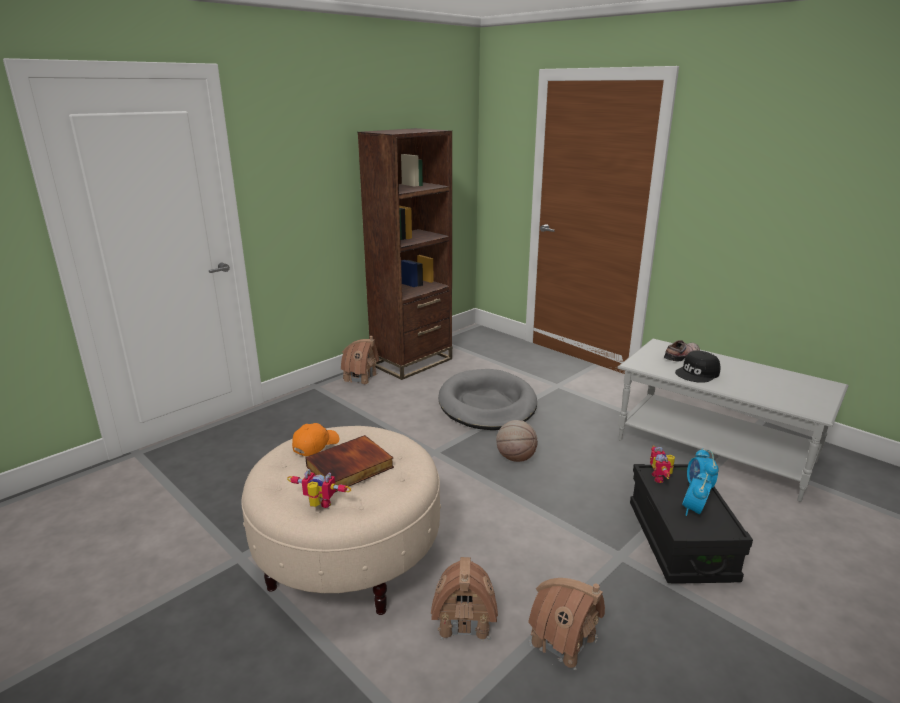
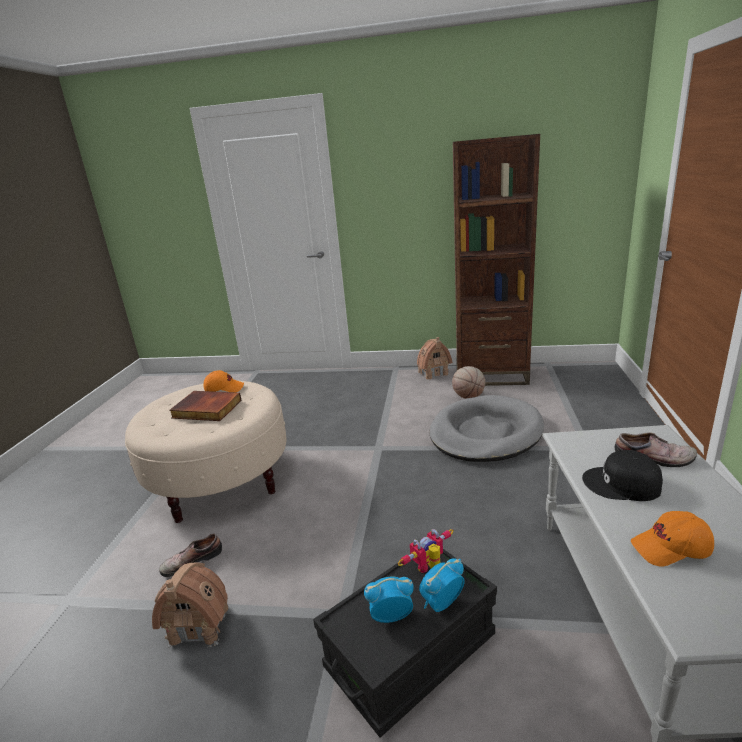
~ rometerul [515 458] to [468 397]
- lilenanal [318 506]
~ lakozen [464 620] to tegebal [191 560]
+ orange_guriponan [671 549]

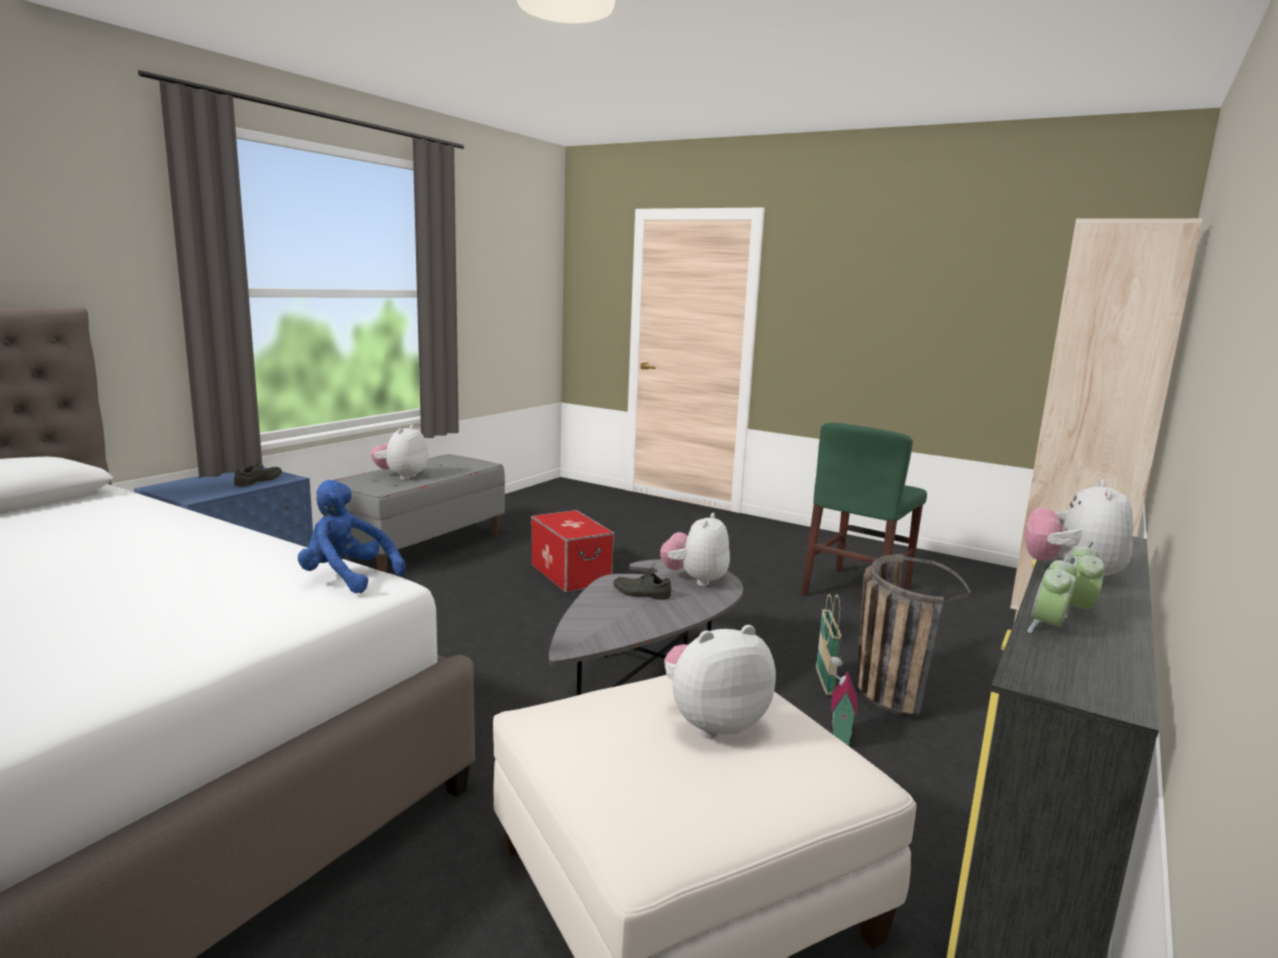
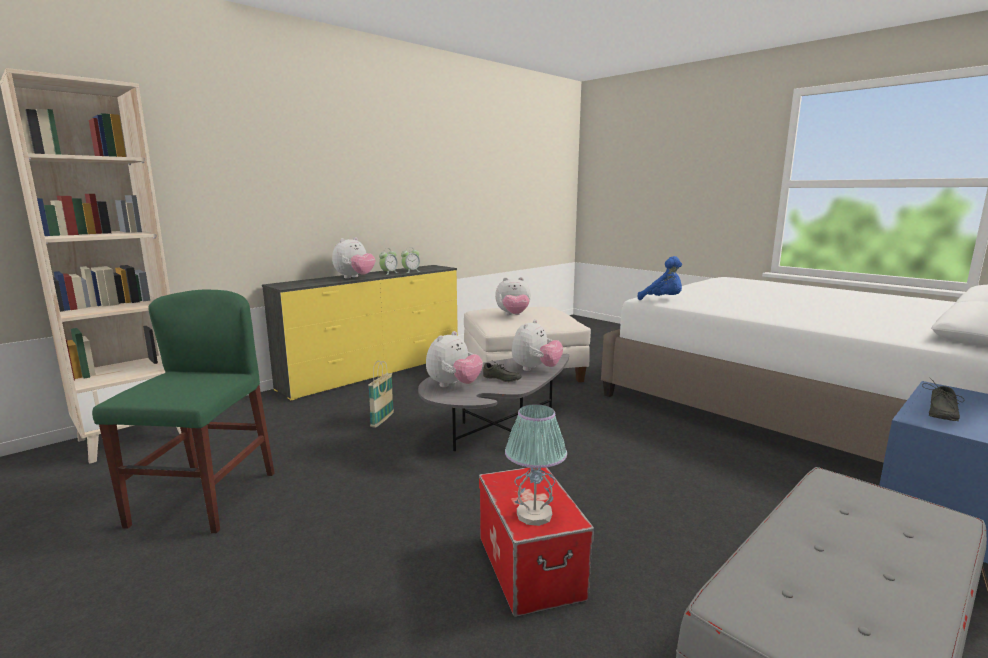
~ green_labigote [857 591] = [204 498] 45 degrees counterclockwise
~ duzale [401 476] to [535 369]
- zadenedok [885 686]
- lakozen [837 737]
+ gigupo [535 514]

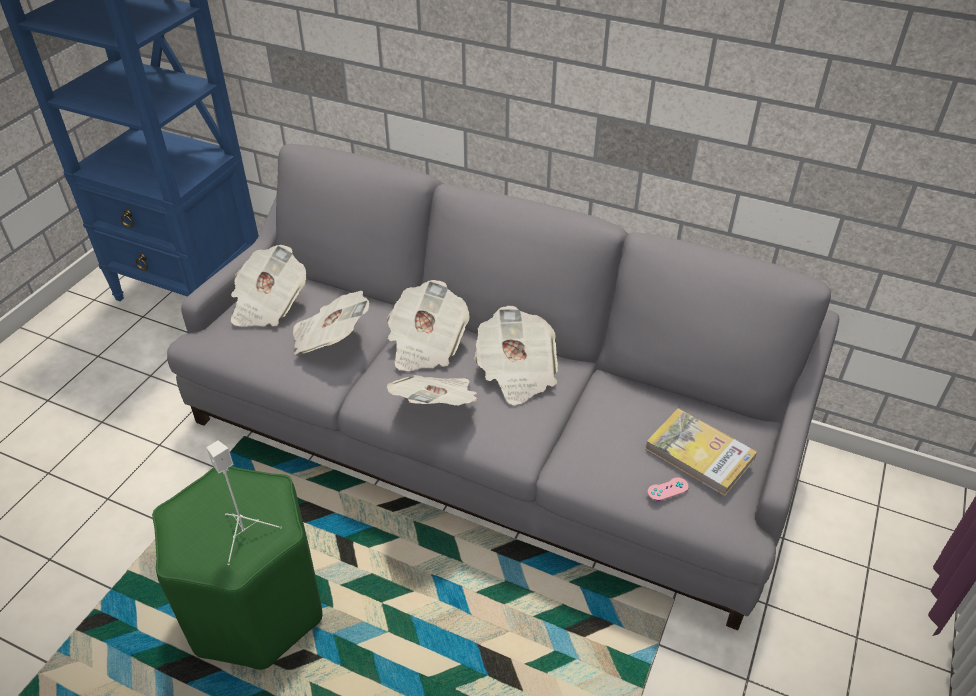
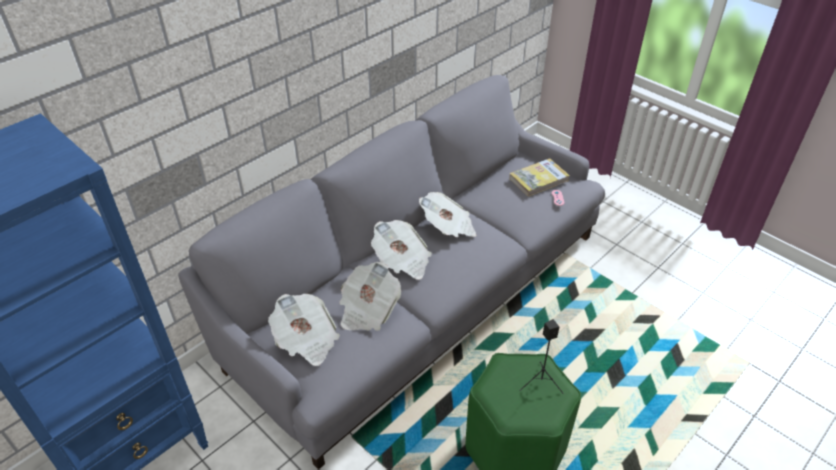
- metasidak [437 406]
~ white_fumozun [246 534] to black_fumozun [540 381]

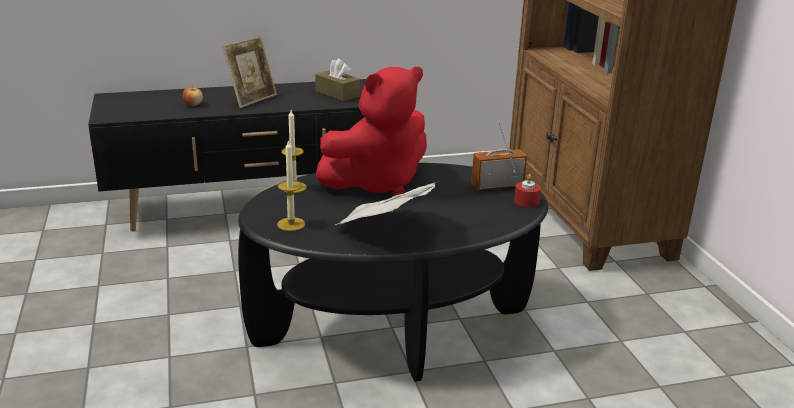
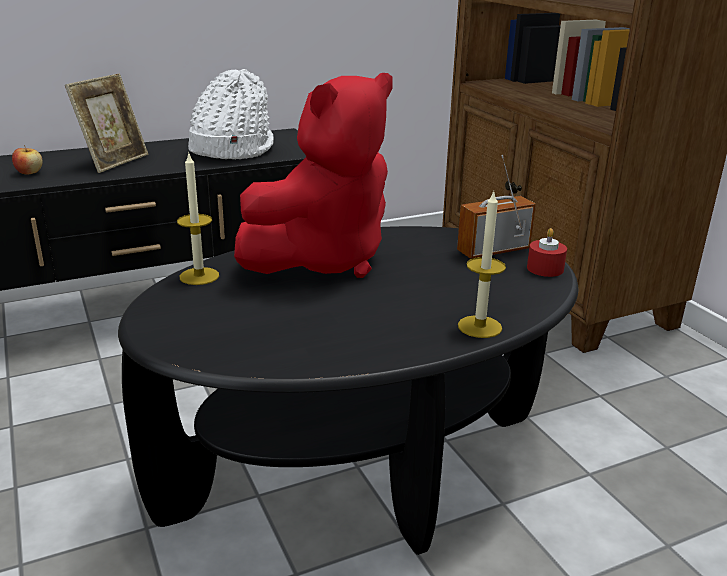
~ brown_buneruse [337 94] to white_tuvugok [231 149]
~ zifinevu [291 224] to [479 327]
- metasidak [385 228]

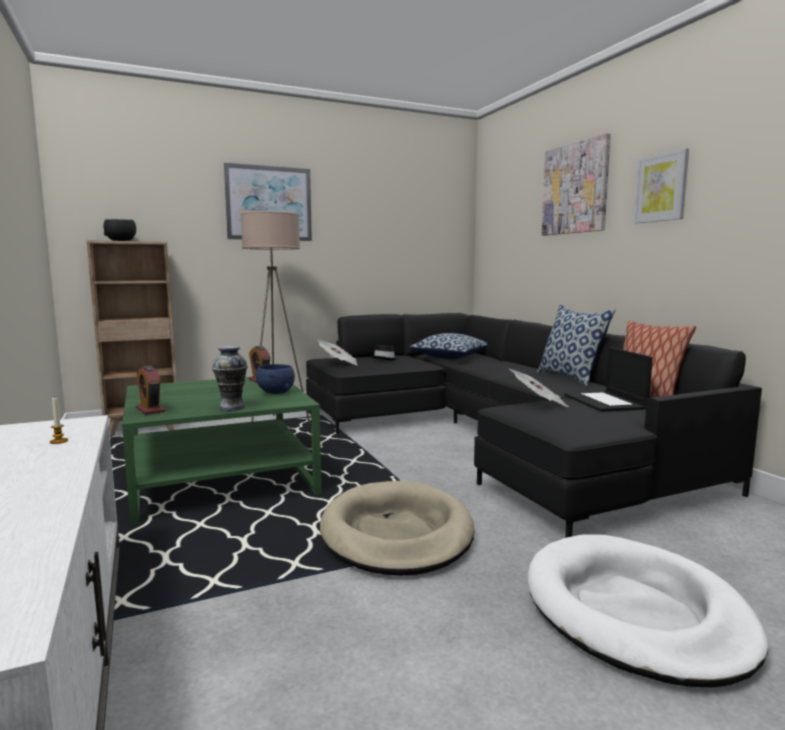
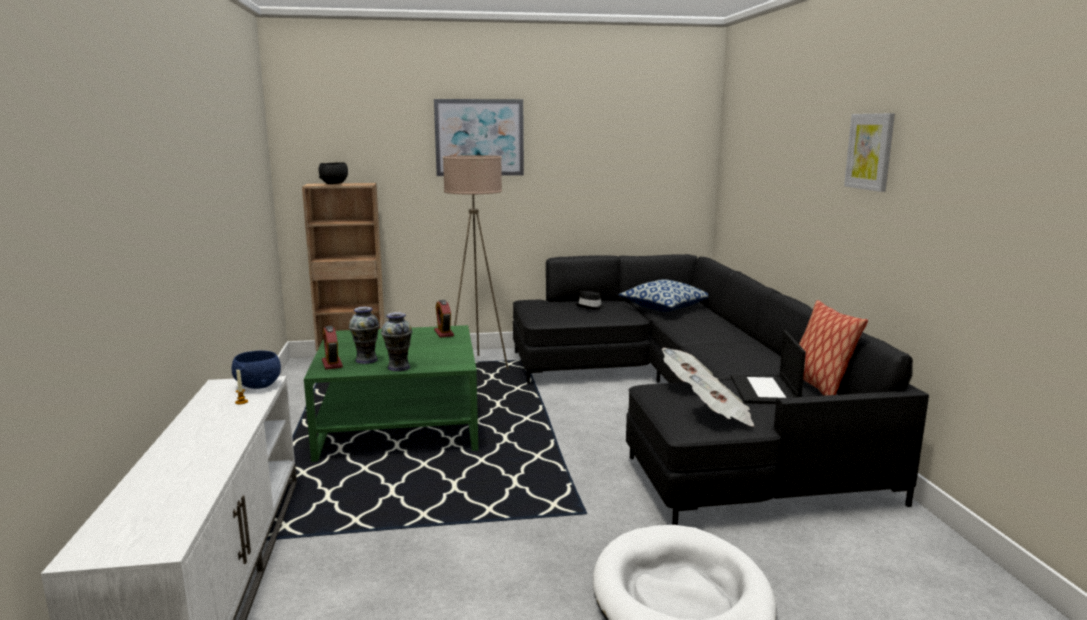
- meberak [575 188]
- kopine [571 378]
~ metasidak [338 364] to [721 417]
~ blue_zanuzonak [276 392] to [259 385]
- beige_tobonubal [396 533]
+ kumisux [366 360]

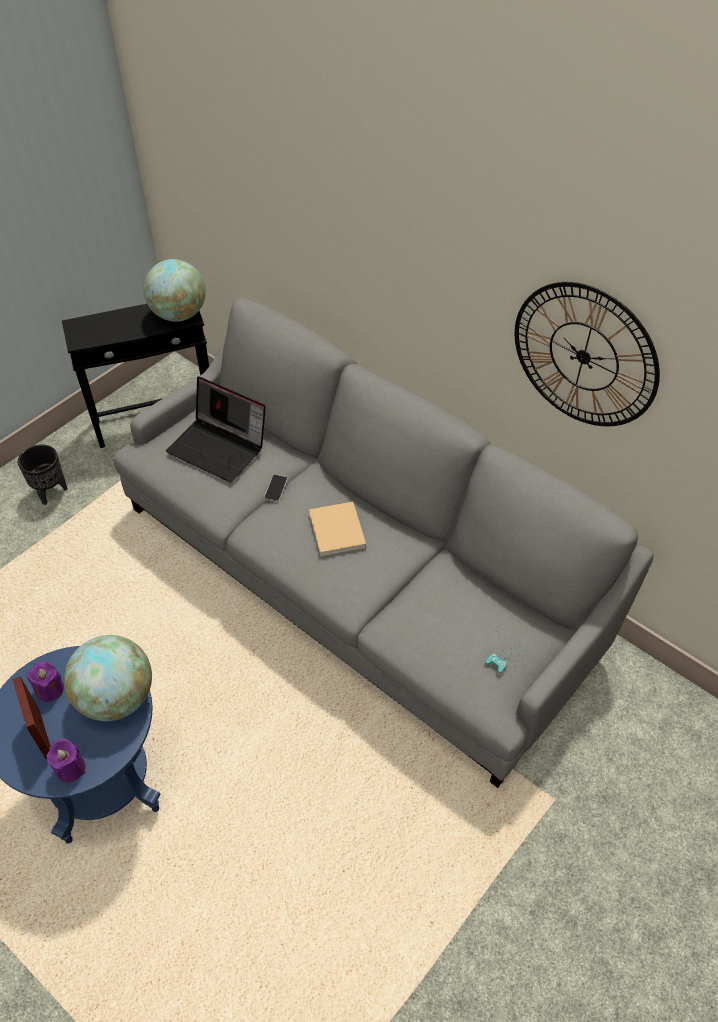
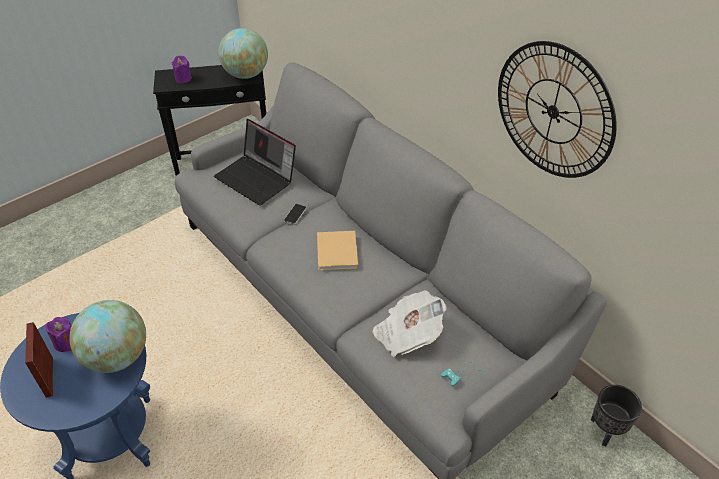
~ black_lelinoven [51 492] to [606 430]
~ purple_zifinevu [70 768] to [183 78]
+ metasidak [407 334]

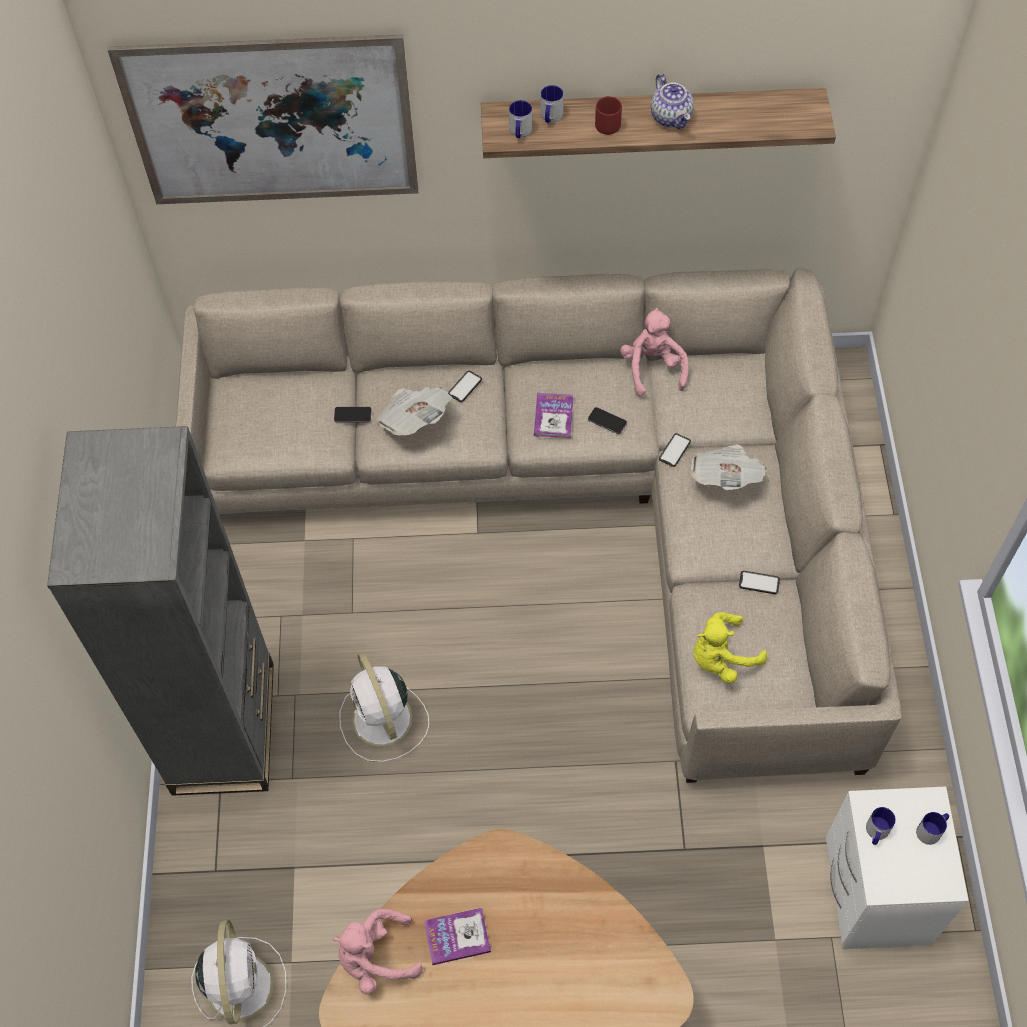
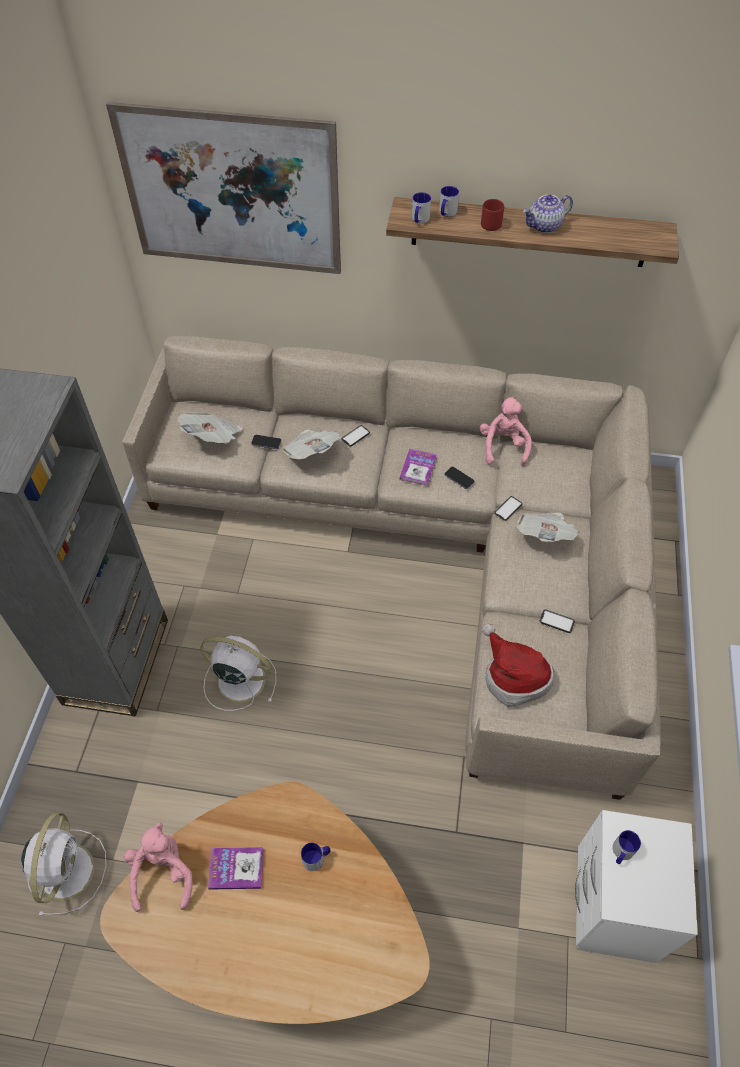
~ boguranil [671 117] = [544 226] 75 degrees clockwise
~ yellow_duzale [721 658] to tuvugok [513 676]
~ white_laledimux [383 721] = [239 679] 120 degrees clockwise
~ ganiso [931 830] to [316 858]
~ pink_duzale [376 958] = [163 872] 90 degrees clockwise
+ metasidak [213 437]

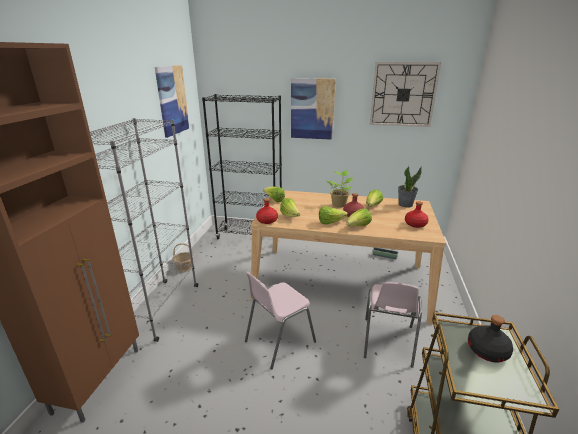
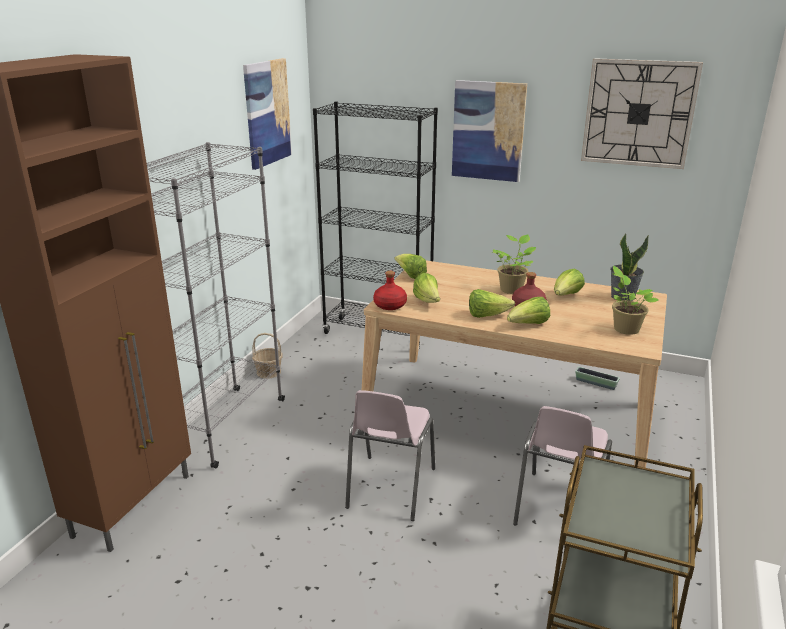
~ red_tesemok [415 224] to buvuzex [624 328]
~ pink_labigote [278 341] = [389 488] 45 degrees counterclockwise
- black_tesemok [487 351]

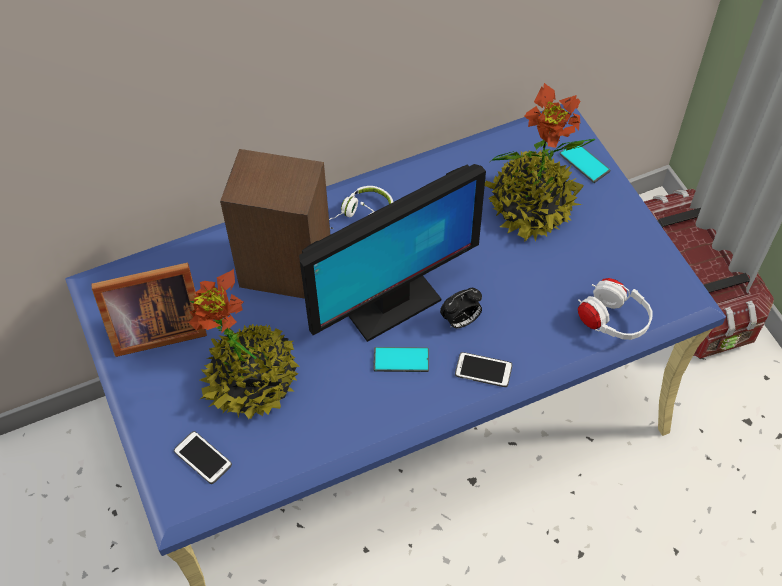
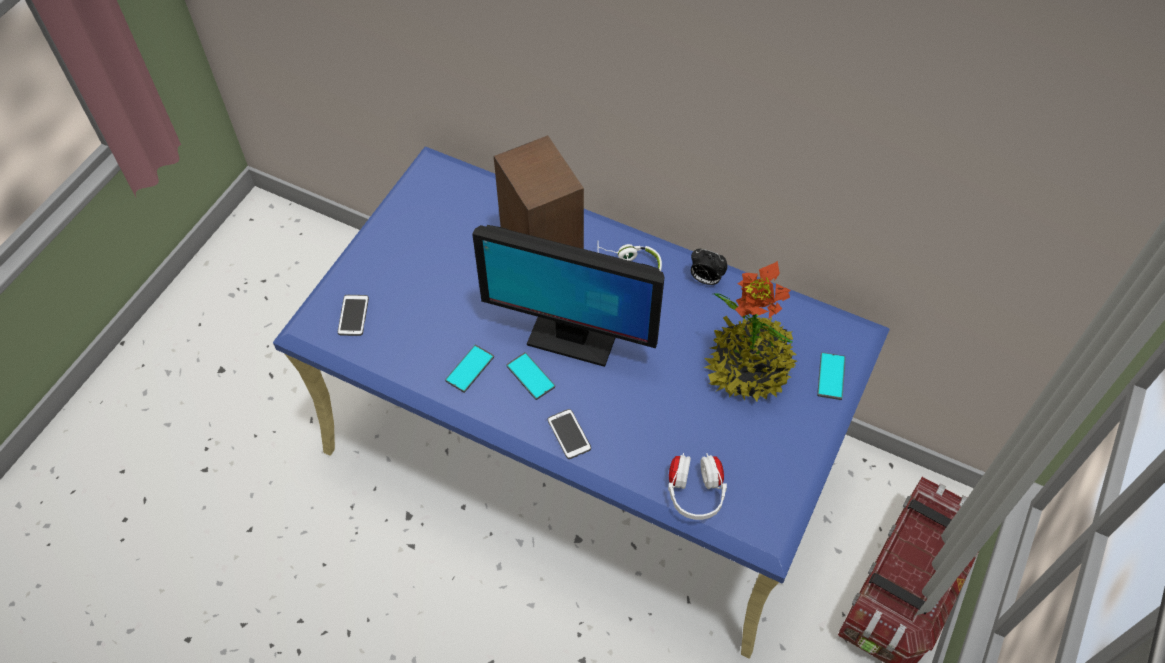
- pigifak [154 328]
- buvuzex [251 380]
~ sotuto [460 321] to [705 279]
+ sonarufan [469 368]

